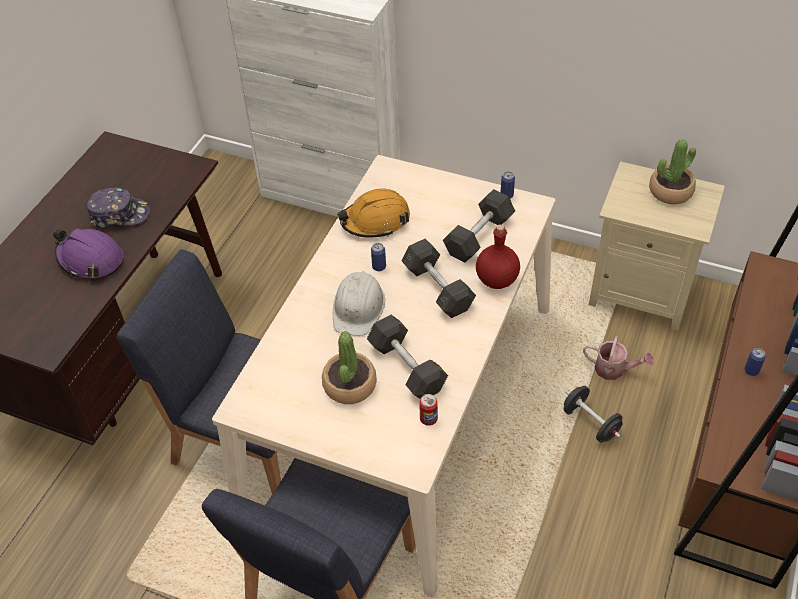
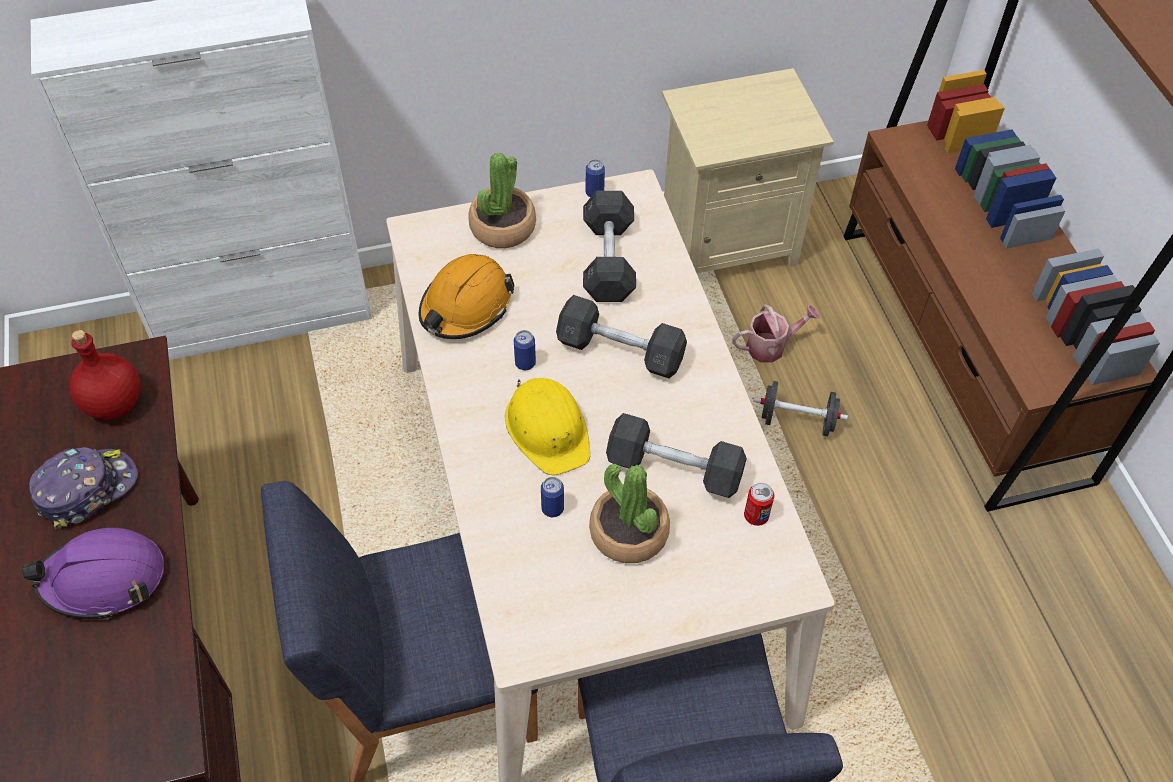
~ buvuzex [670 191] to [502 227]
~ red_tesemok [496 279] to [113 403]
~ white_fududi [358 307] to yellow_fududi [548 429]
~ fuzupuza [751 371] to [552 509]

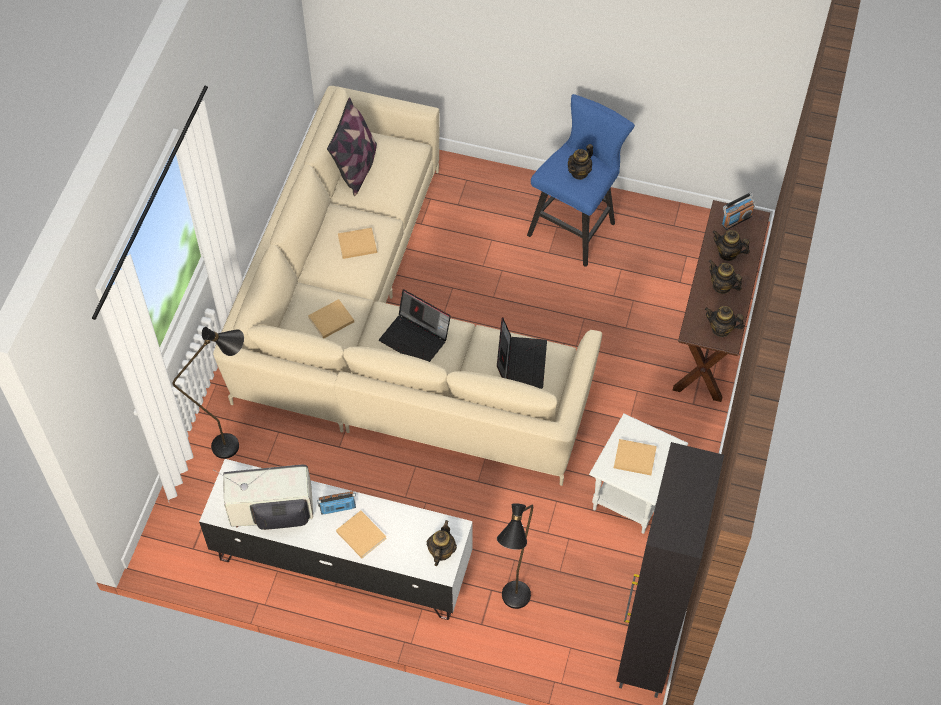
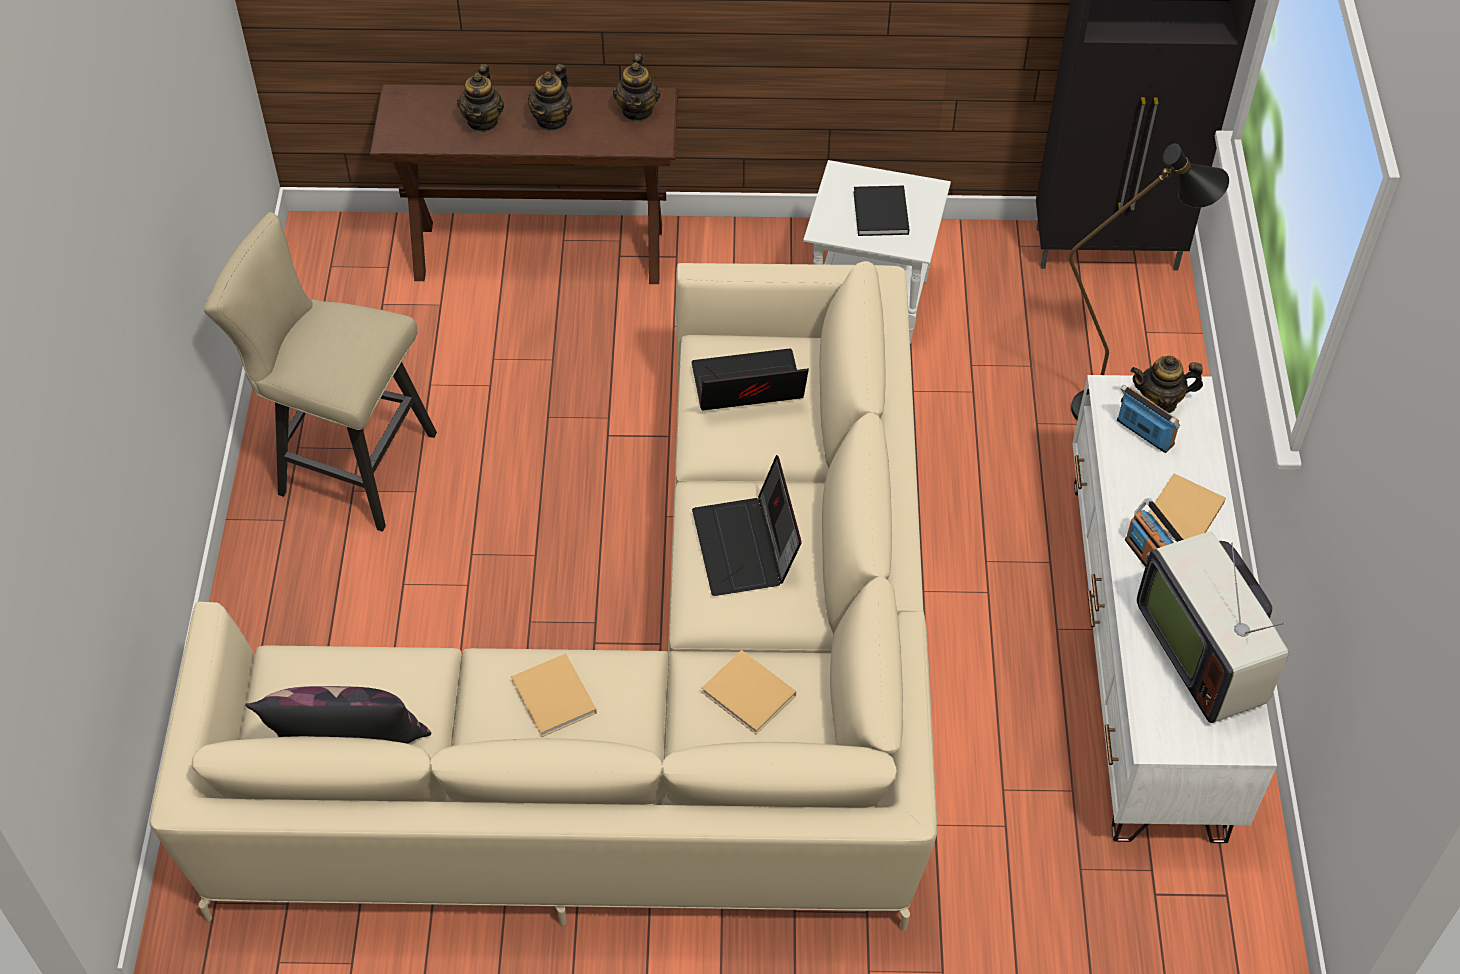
~ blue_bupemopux [576 226] to beige_bupemopux [346 463]
- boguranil [579 172]
~ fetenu [736 220] to [1144 433]
~ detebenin [416 338] = [747 548] 150 degrees clockwise
- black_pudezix [236 444]
~ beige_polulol [633 458] to black_polulol [881 214]

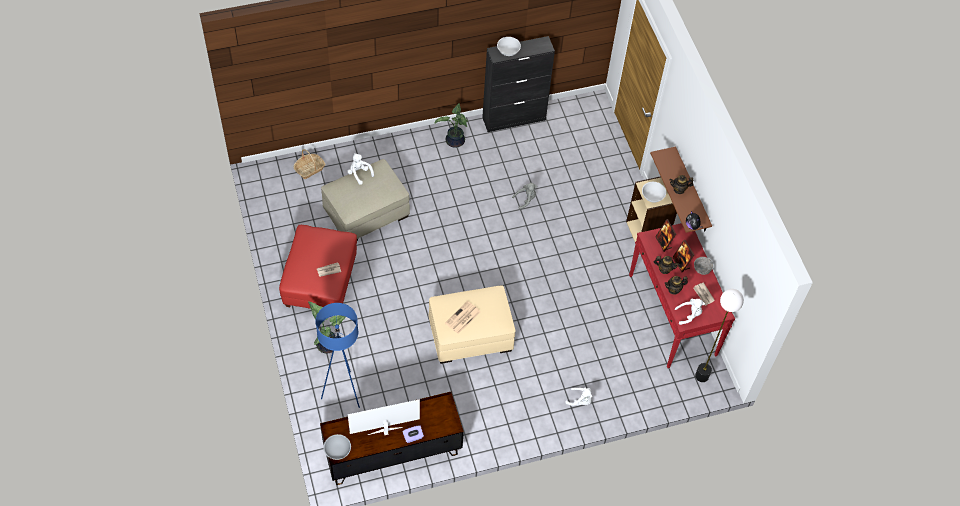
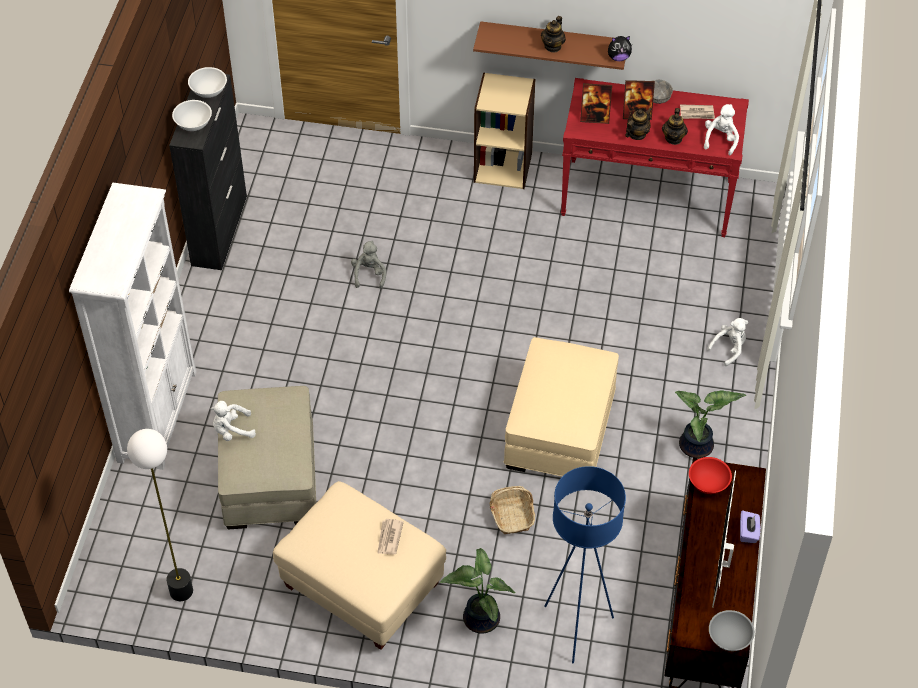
~ buvuzex [454 142] to [697 447]
~ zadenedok [309 169] to [512 515]
~ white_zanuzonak [652 196] to [208 90]
~ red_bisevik [320 282] to beige_bisevik [362 586]
~ pudezix [702 375] to [181 590]
- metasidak [462 318]
+ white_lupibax [157 415]
+ red_zanuzonak [708 483]

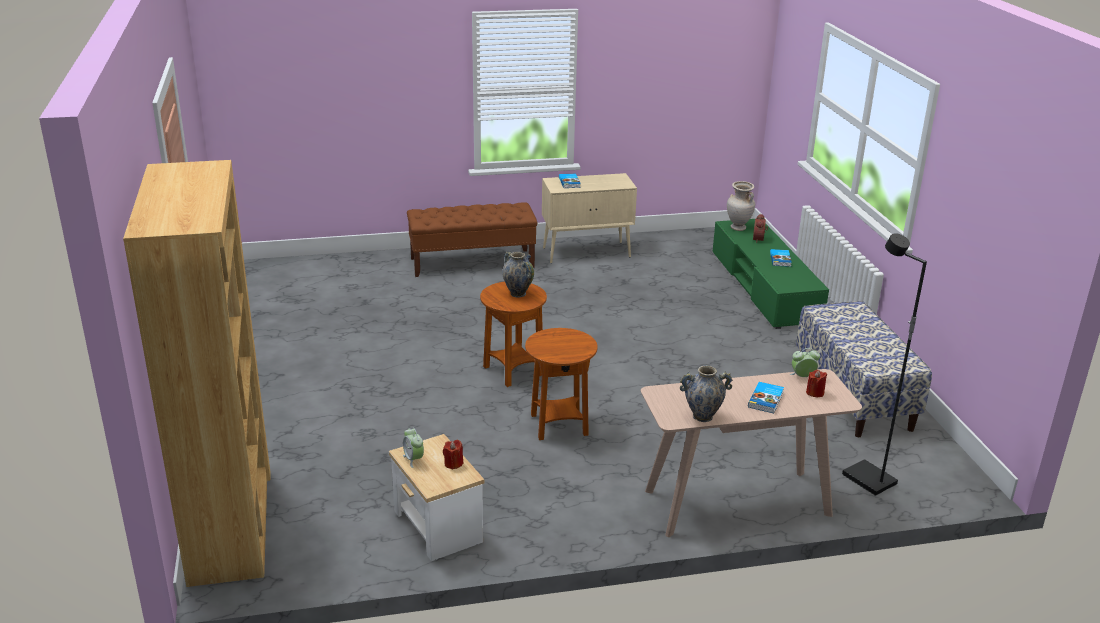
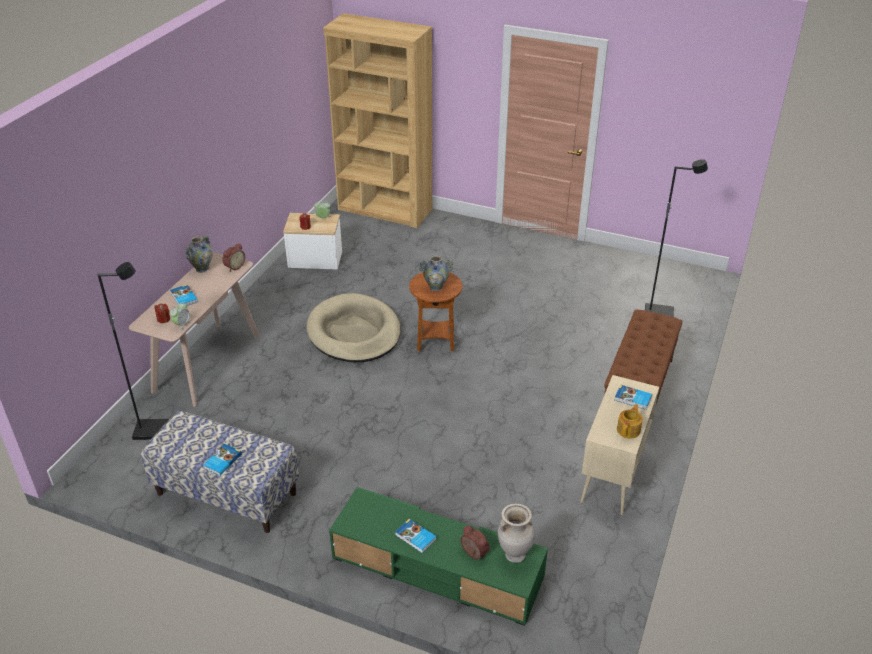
~ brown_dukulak [559 425] to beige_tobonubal [354 332]
+ black_pudezix [659 313]
+ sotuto [234 266]
+ boguranil [629 430]
+ polulol [222 461]

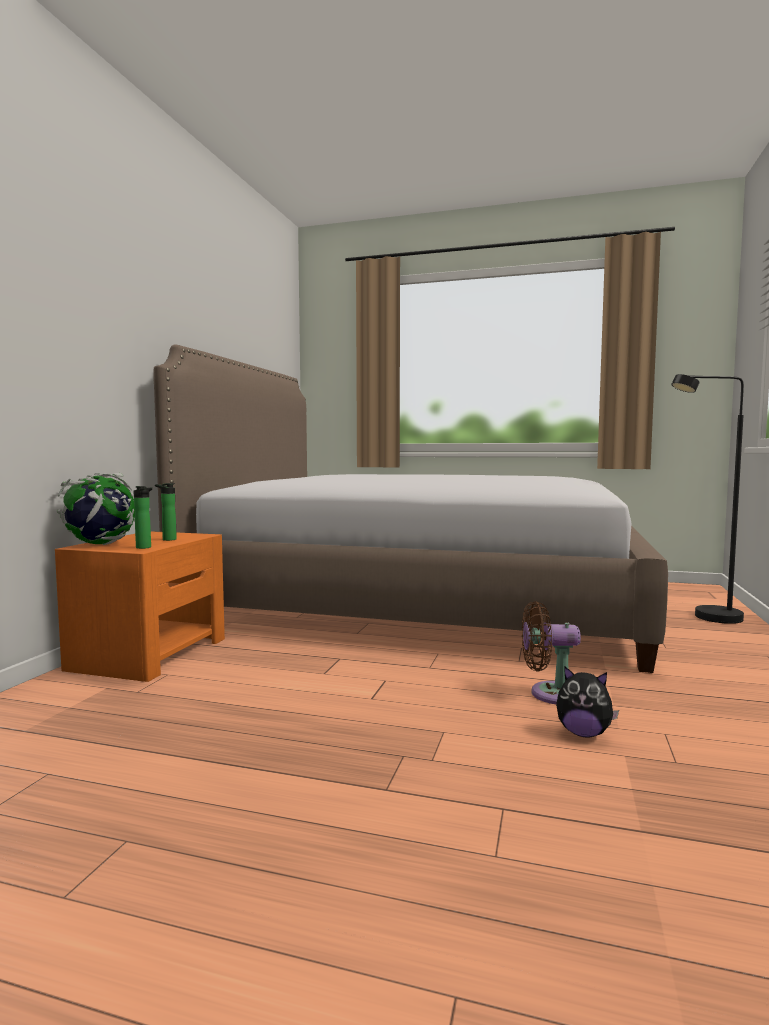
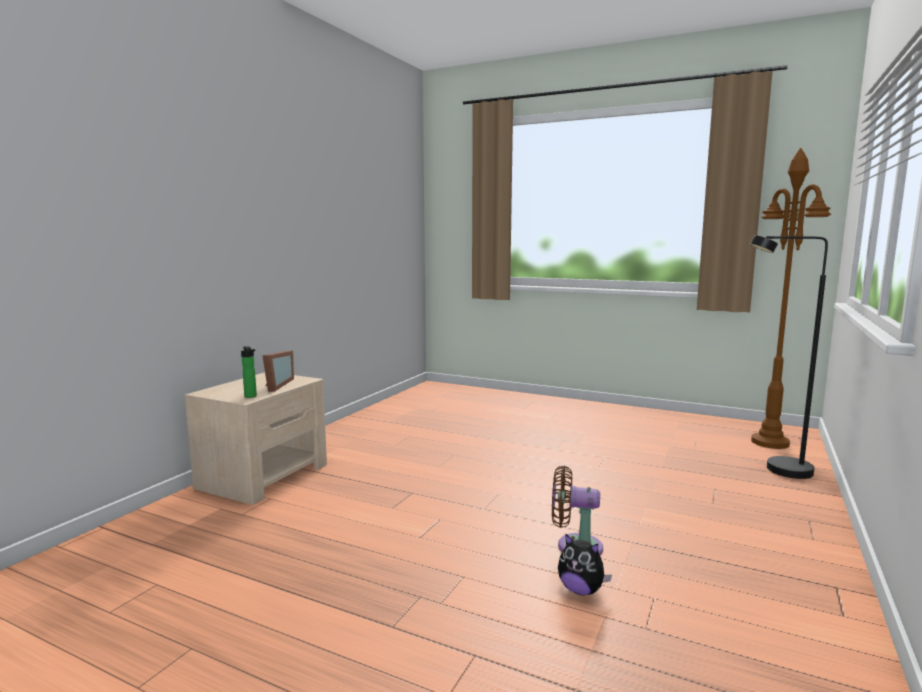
- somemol [420 605]
- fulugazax [100 544]
~ tesemok [167 539] to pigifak [275 385]
~ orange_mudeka [150 653] to beige_mudeka [264 476]
+ brown_pudezix [770 443]

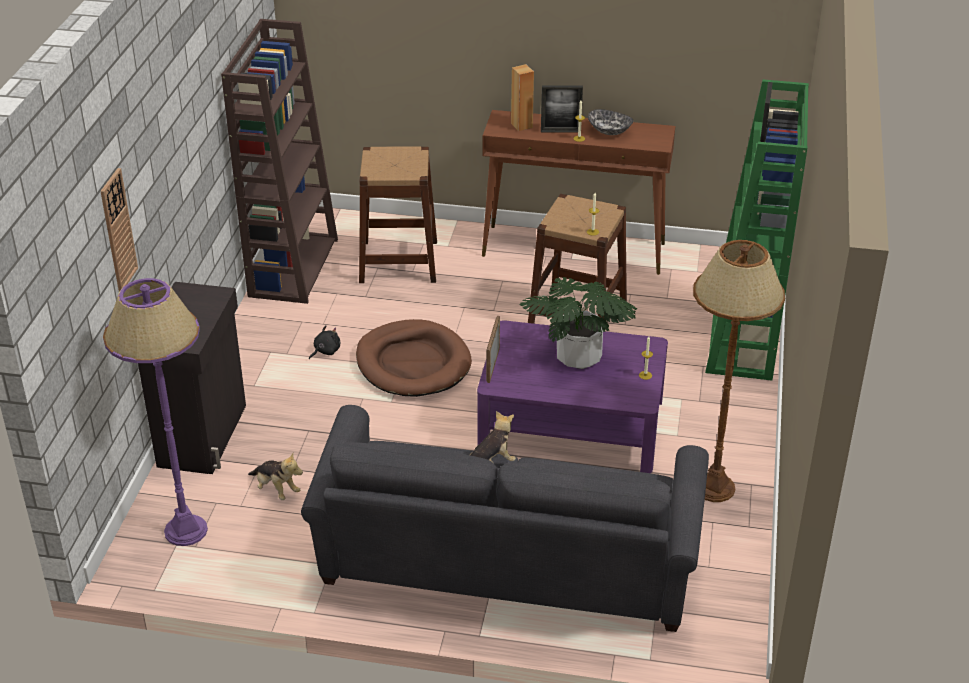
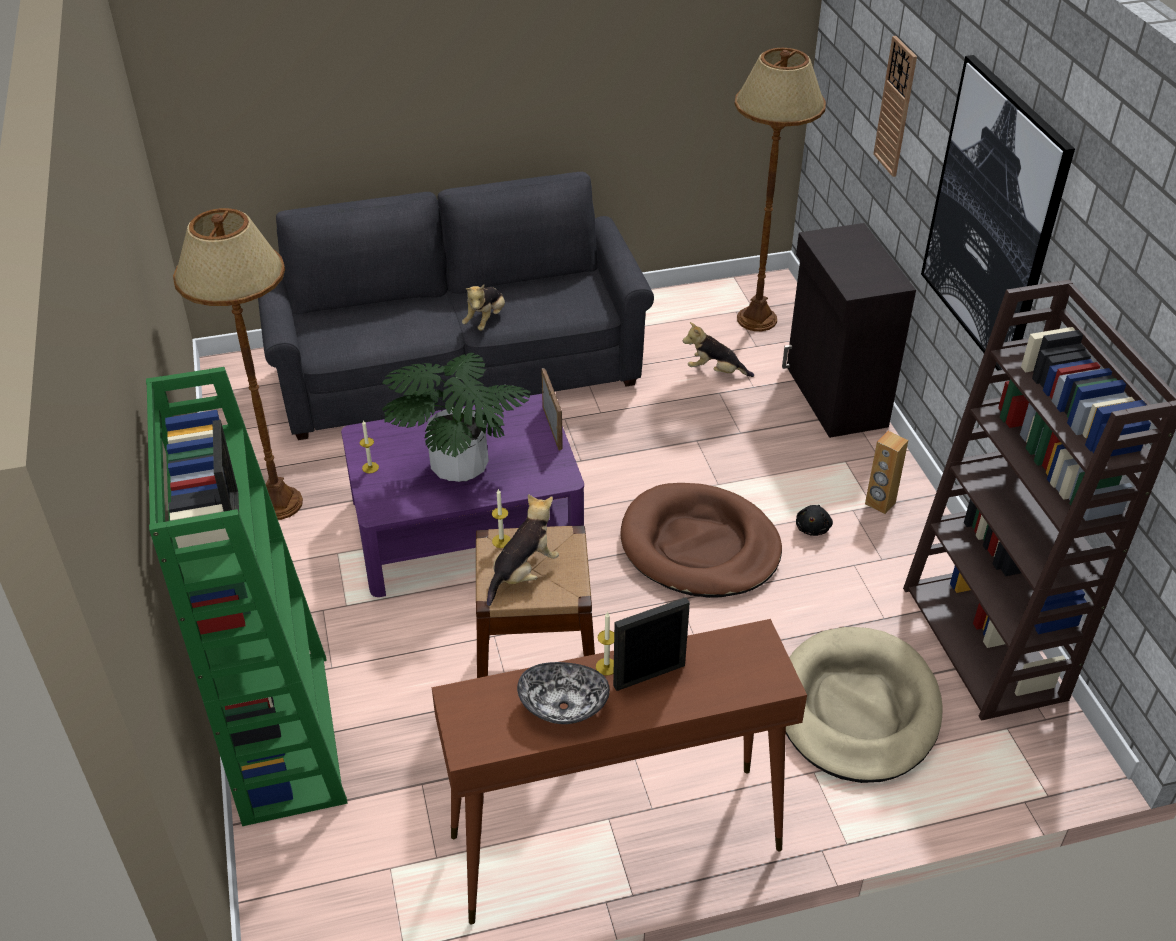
~ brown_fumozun [522 125] to [880 503]
~ brown_bupemopux [398 261] to beige_tobonubal [857 709]
~ purple_pudezix [185 531] to brown_pudezix [756 319]
+ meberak [993 218]
+ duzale [523 573]

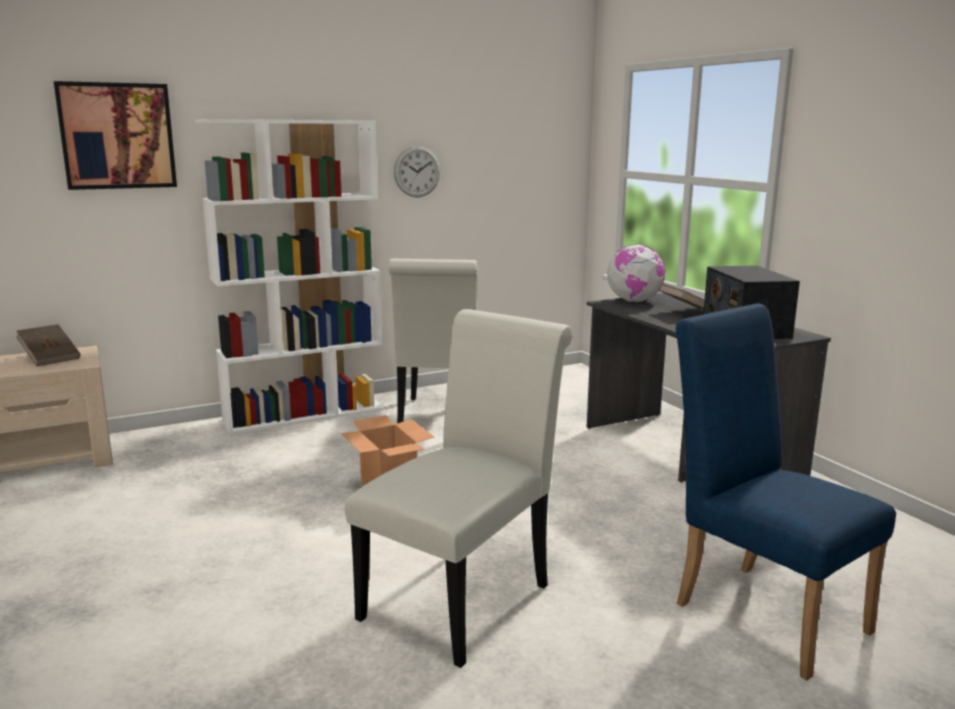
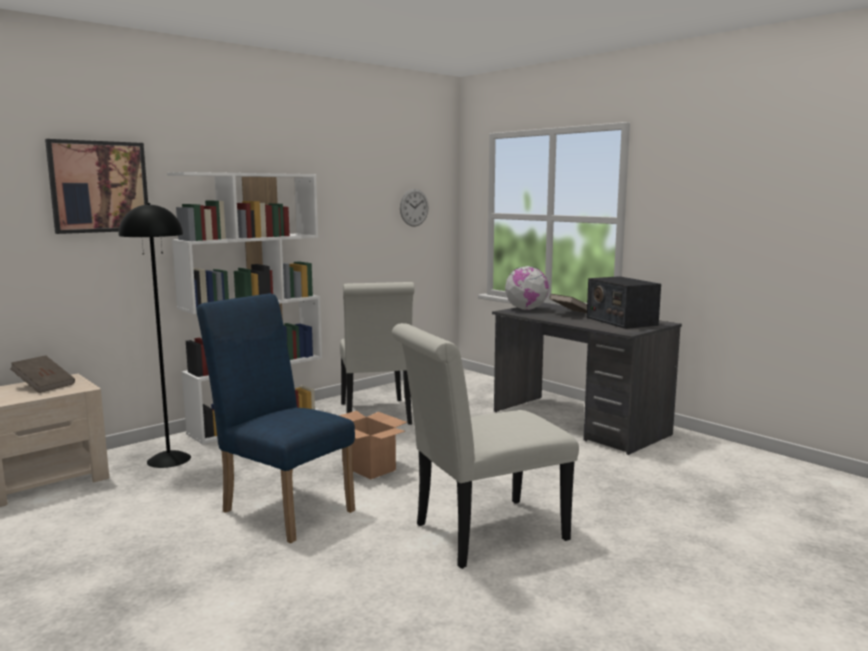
~ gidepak [417 171] to [414 207]
~ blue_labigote [760 609] to [282 507]
~ white_labigote [464 596] = [481 534] 135 degrees counterclockwise
+ black_pudezix [169 459]

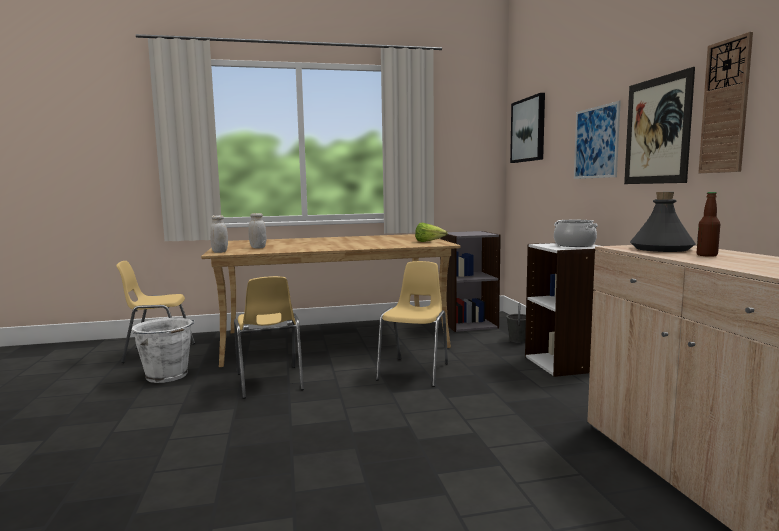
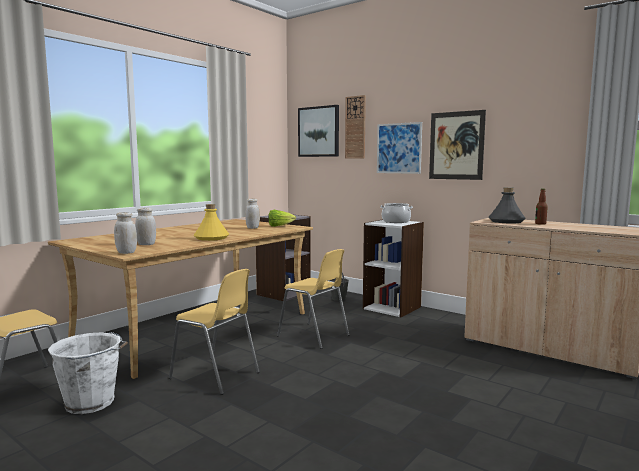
~ gidepak [725 107] to [355 127]
~ yellow_labigote [415 371] = [314 336] 150 degrees clockwise
+ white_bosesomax [253 228]
+ yellow_tesemok [211 238]

